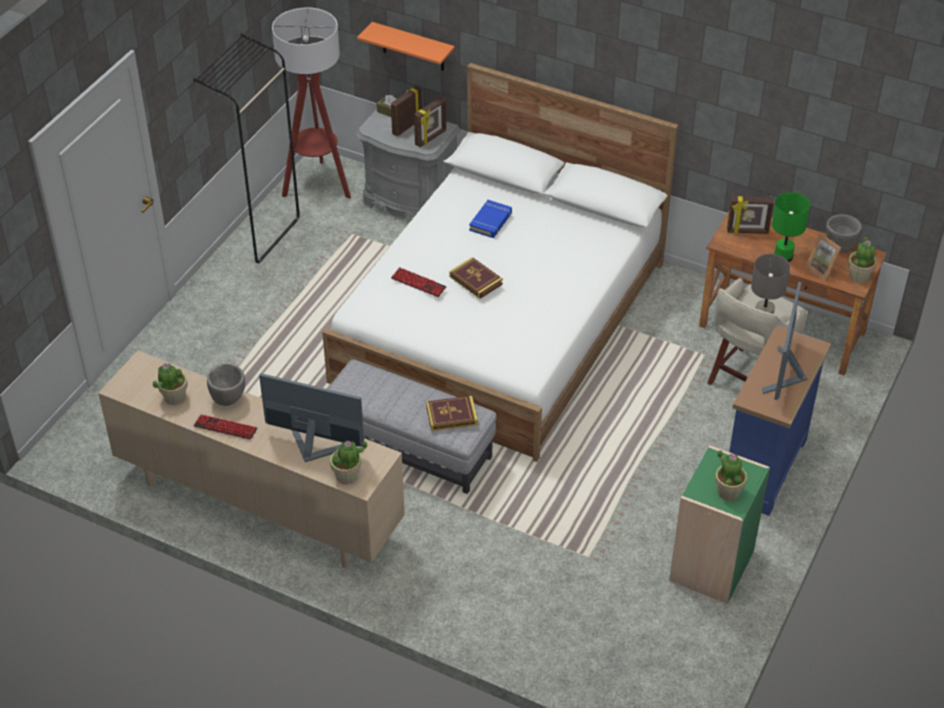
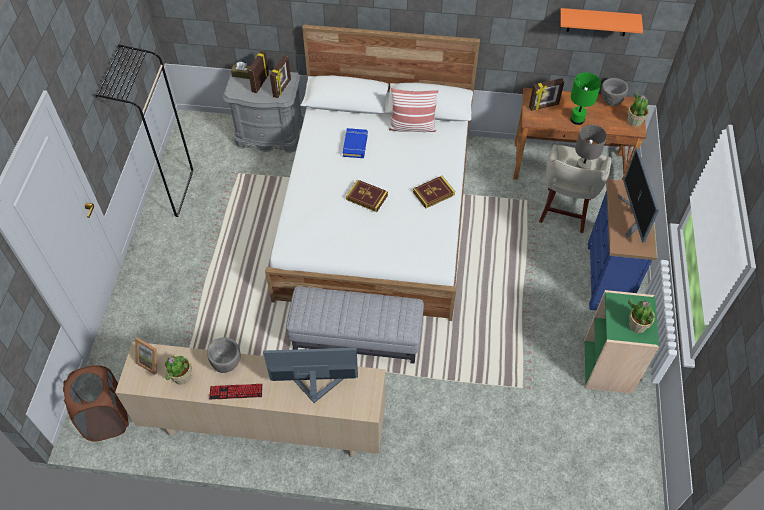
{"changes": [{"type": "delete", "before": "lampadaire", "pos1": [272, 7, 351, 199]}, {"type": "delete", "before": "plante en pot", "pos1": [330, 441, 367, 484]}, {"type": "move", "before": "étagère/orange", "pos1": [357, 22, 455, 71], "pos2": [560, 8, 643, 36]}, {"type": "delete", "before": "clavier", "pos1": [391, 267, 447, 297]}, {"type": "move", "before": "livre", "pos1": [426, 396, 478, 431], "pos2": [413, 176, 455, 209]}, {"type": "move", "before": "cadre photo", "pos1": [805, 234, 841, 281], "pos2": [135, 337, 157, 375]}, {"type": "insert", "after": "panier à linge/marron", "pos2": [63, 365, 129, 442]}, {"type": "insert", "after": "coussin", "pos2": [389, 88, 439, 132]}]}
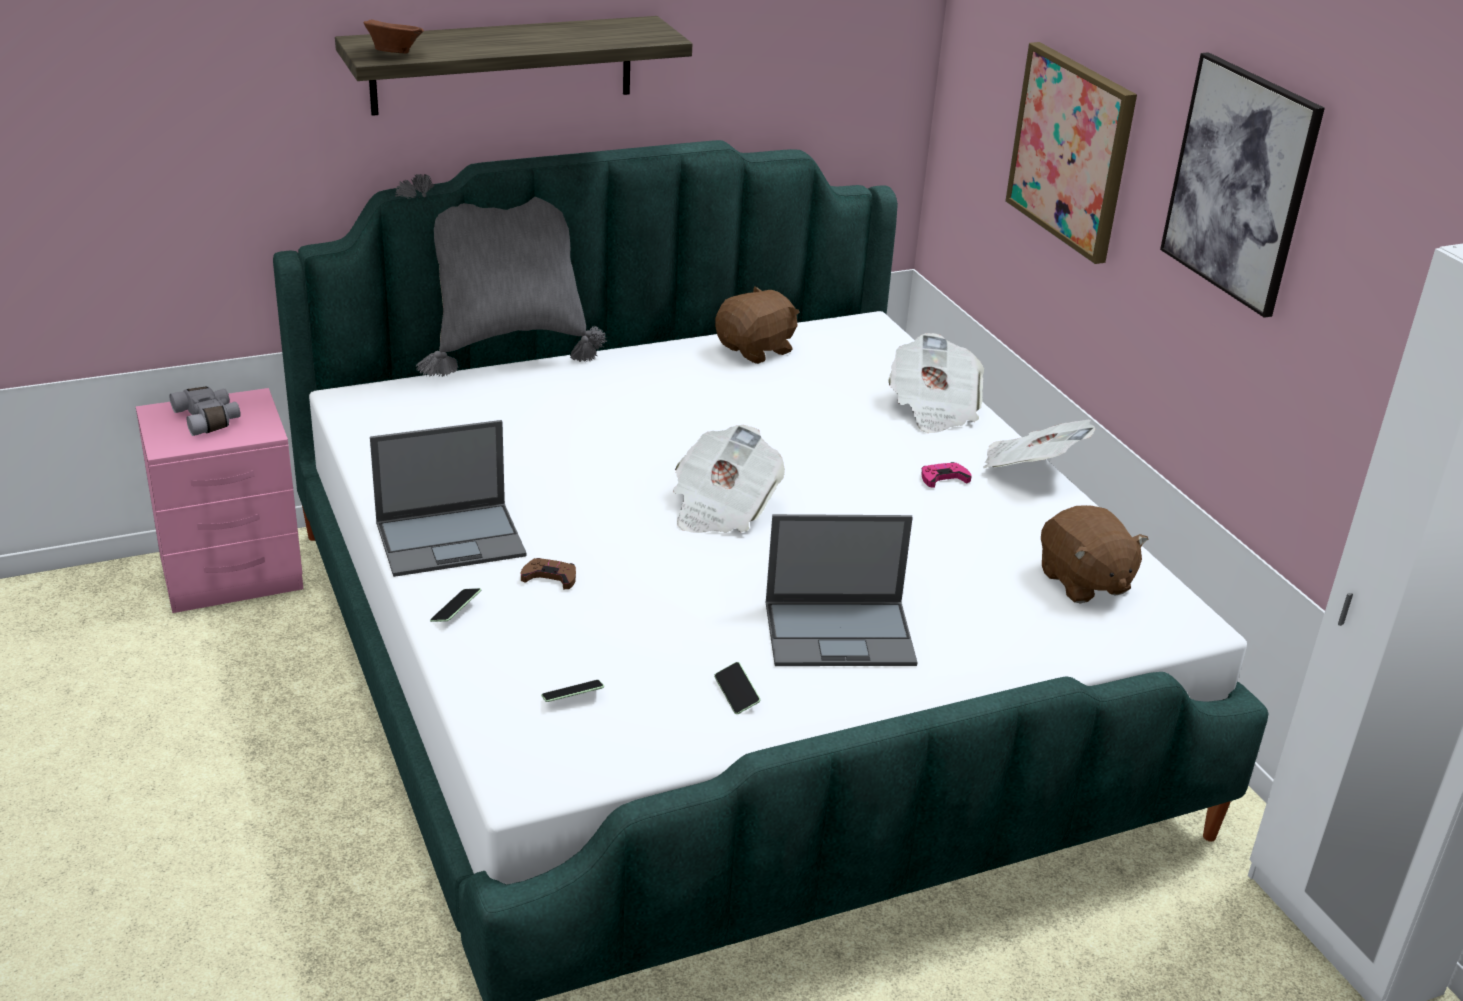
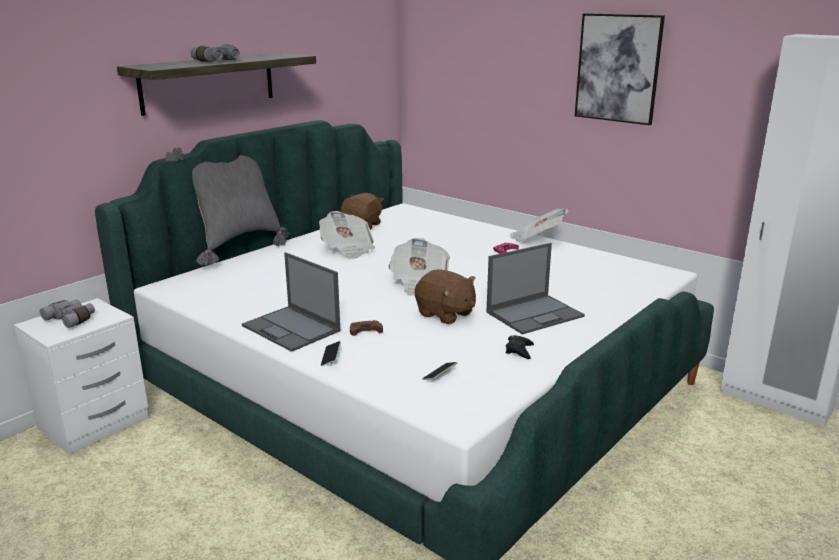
{"changes": [{"type": "recolor", "before": "table de chevet/rose", "after": "table de chevet/blanc", "pos1": [136, 388, 304, 613], "pos2": [14, 298, 149, 455]}, {"type": "delete", "before": "bol/marron", "pos1": [363, 20, 424, 54]}, {"type": "rotate", "before": "ordinateur portable", "pos1": [370, 420, 527, 577], "pos2": [242, 252, 341, 352], "turn": 90}, {"type": "replace", "before": "téléphone", "after": "manette/noir", "pos1": [714, 662, 760, 714], "pos2": [506, 335, 534, 359]}, {"type": "move", "before": "journal", "pos1": [888, 333, 984, 433], "pos2": [319, 211, 375, 259]}, {"type": "delete", "before": "tableau", "pos1": [1005, 42, 1137, 264]}, {"type": "move", "before": "peluche/marron", "pos1": [1041, 505, 1148, 604], "pos2": [415, 269, 476, 324]}, {"type": "insert", "after": "jumelles/gris", "pos2": [191, 44, 240, 62]}]}
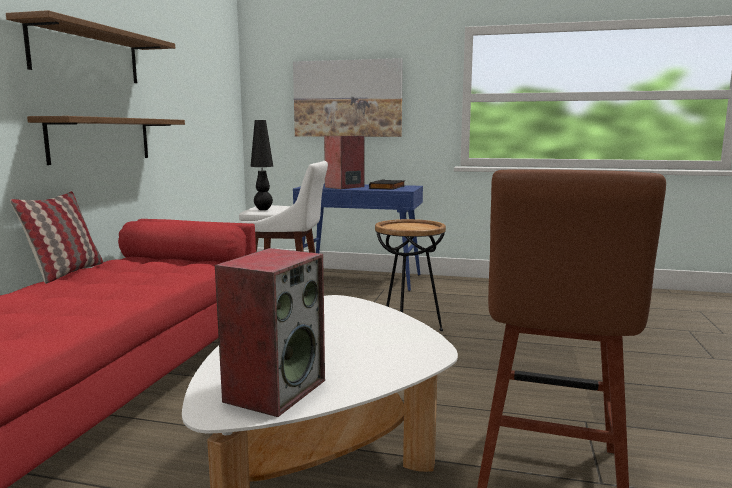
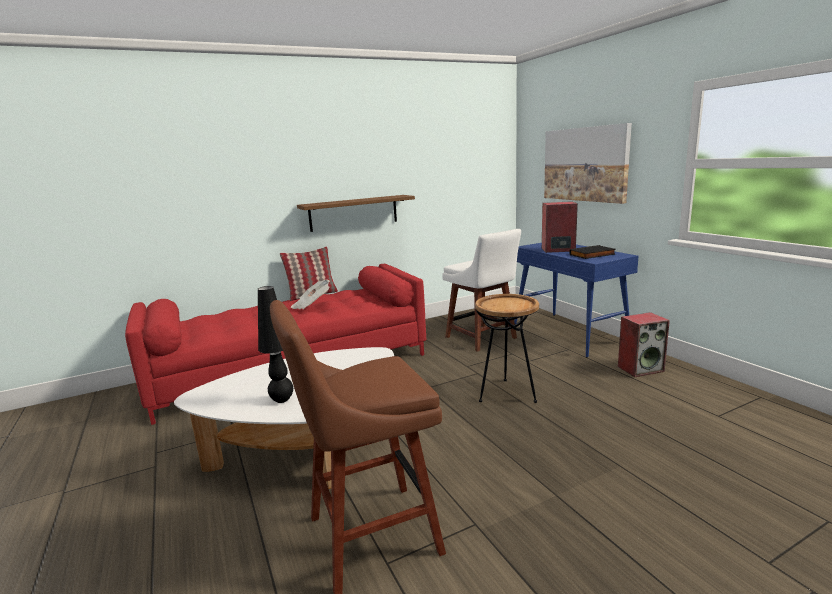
{"changes": [{"type": "delete", "before": "étagère", "pos1": [6, 10, 175, 83]}, {"type": "move", "before": "enceinte", "pos1": [215, 248, 325, 417], "pos2": [618, 312, 670, 377]}, {"type": "move", "before": "lampe de table/noir", "pos1": [250, 120, 273, 210], "pos2": [258, 286, 293, 403]}, {"type": "insert", "after": "journal", "pos2": [291, 280, 330, 309]}]}
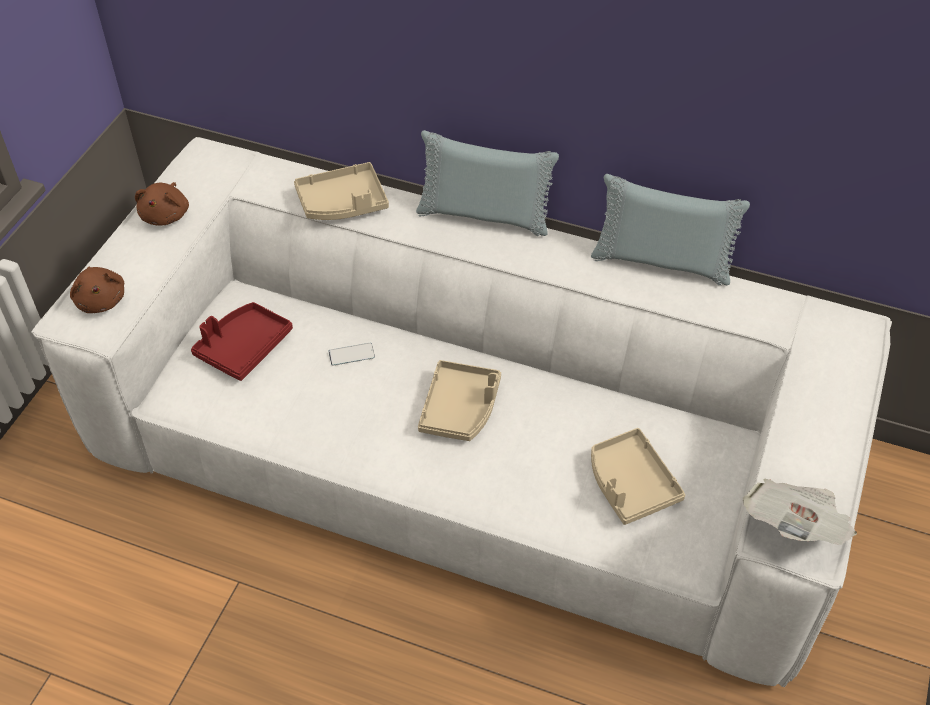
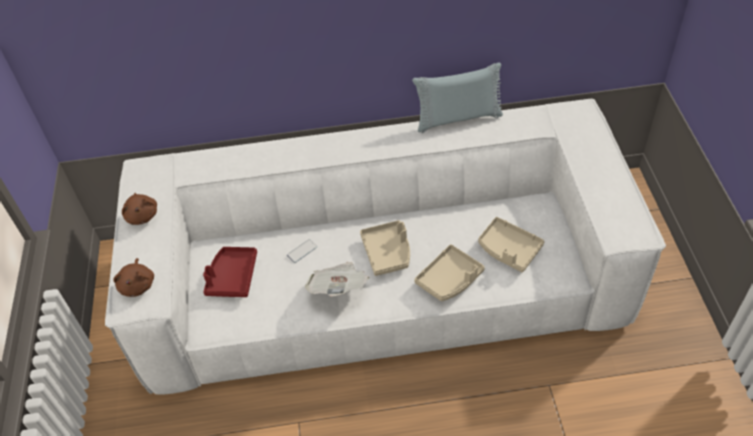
{"changes": [{"type": "rotate", "before": "peluche/marron", "pos1": [70, 266, 124, 313], "pos2": [113, 258, 154, 297], "turn": 45}, {"type": "move", "before": "plateau/beige", "pos1": [294, 162, 389, 220], "pos2": [414, 244, 485, 301]}, {"type": "delete", "before": "coussin/bleu", "pos1": [416, 130, 559, 236]}, {"type": "move", "before": "journal", "pos1": [743, 478, 857, 545], "pos2": [305, 262, 369, 297]}]}
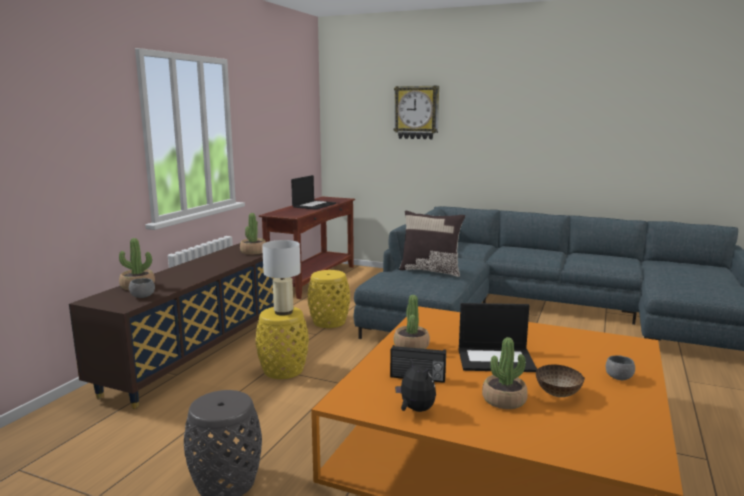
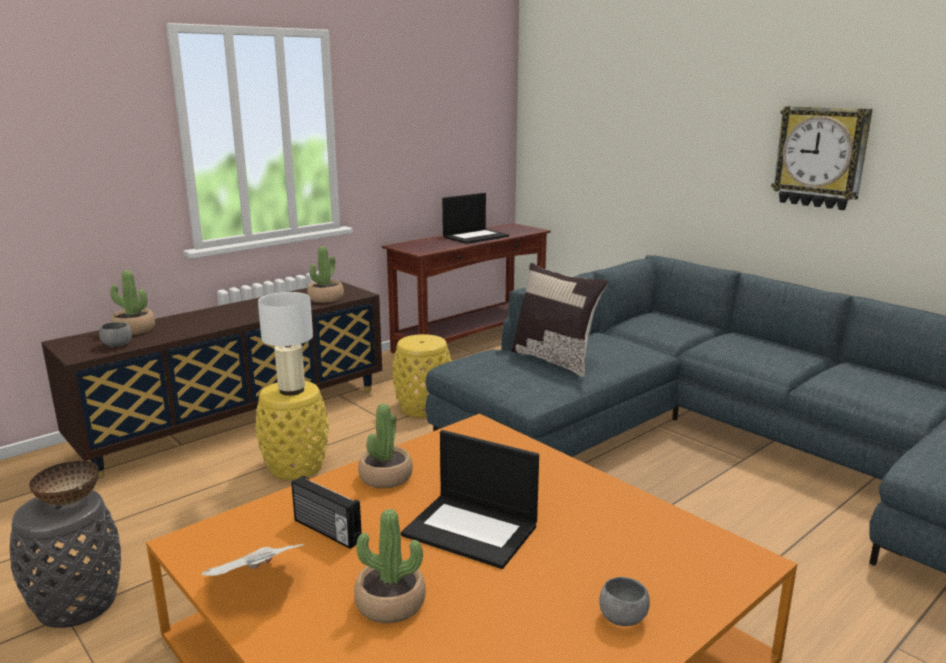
{"changes": [{"type": "move", "before": "horloge murale", "pos1": [394, 86, 439, 139], "pos2": [771, 106, 873, 210]}, {"type": "replace", "before": "peluche", "after": "journal", "pos1": [395, 359, 436, 412], "pos2": [201, 544, 305, 576]}, {"type": "move", "before": "bol", "pos1": [536, 364, 585, 397], "pos2": [29, 461, 99, 506]}]}
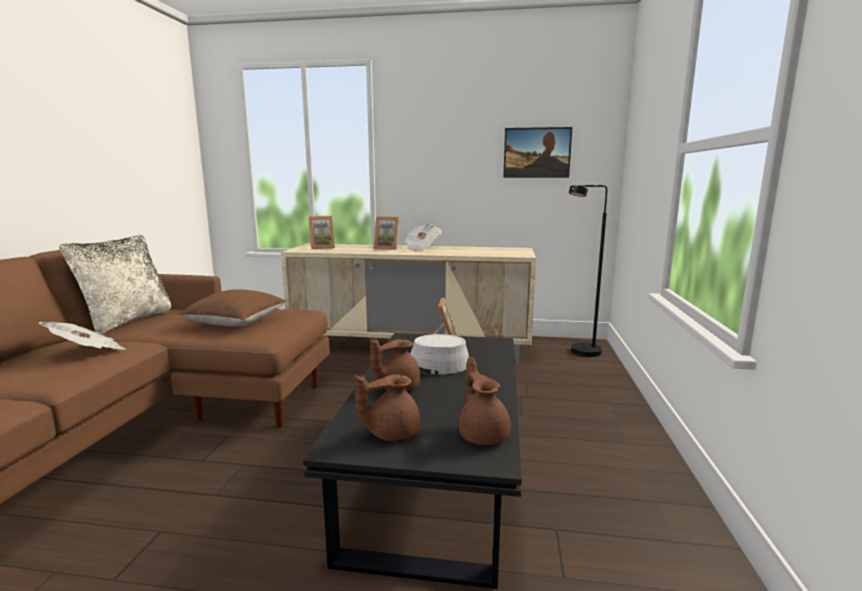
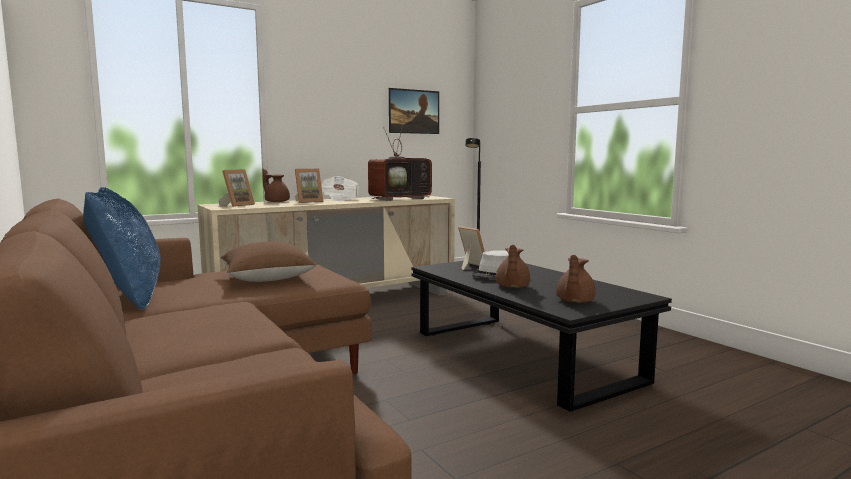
{"changes": [{"type": "delete", "before": "journal", "pos1": [38, 322, 125, 349]}, {"type": "recolor", "before": "coussin/beige", "after": "coussin/bleu", "pos1": [59, 235, 171, 334], "pos2": [83, 187, 161, 310]}, {"type": "move", "before": "théière/marron", "pos1": [458, 357, 511, 445], "pos2": [263, 169, 290, 202]}, {"type": "insert", "after": "téléviseur", "pos2": [368, 124, 432, 201]}]}
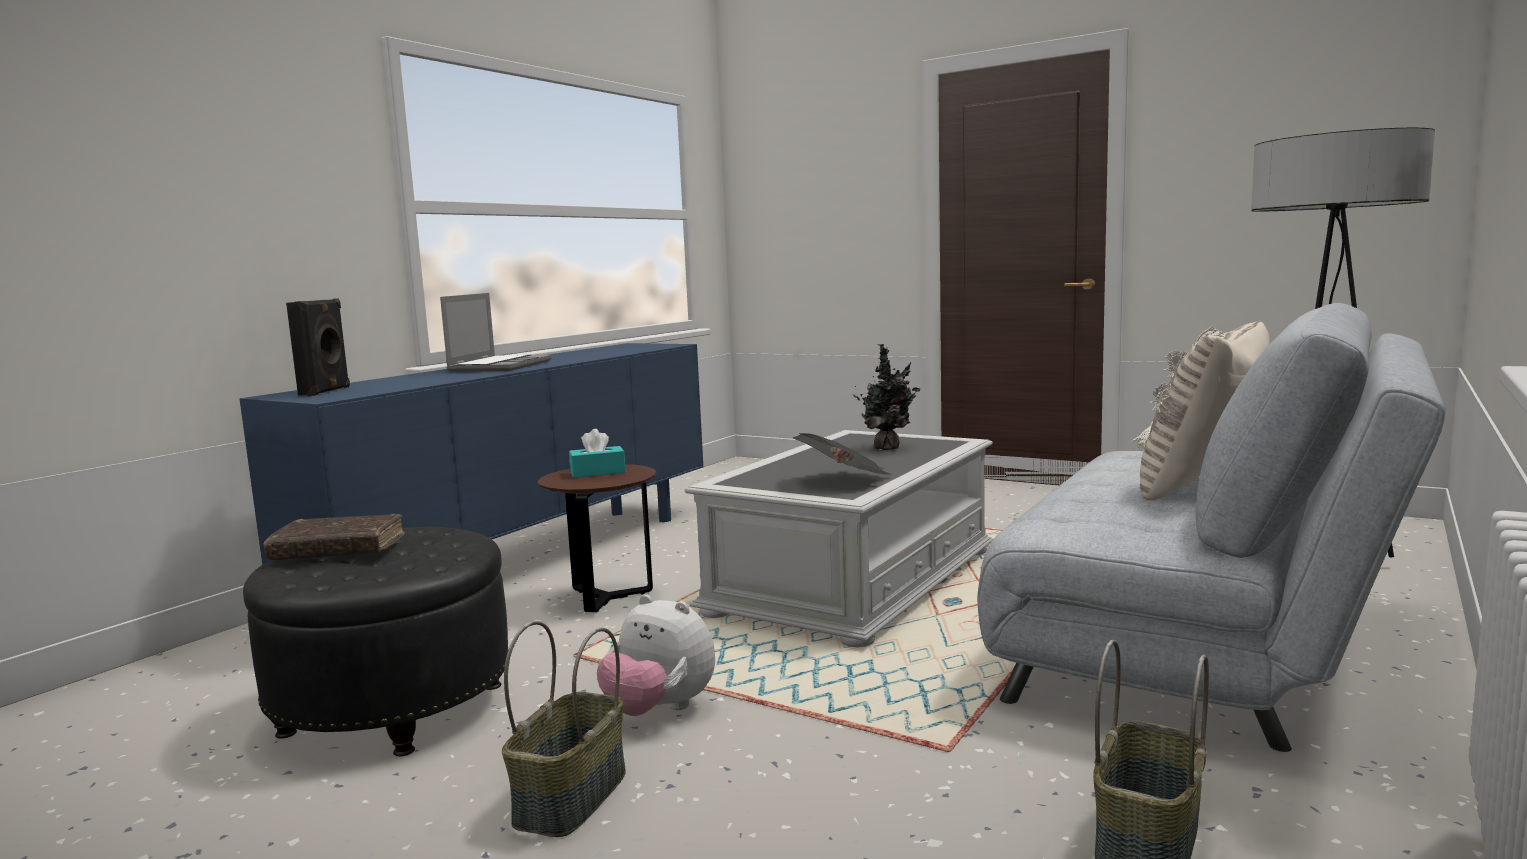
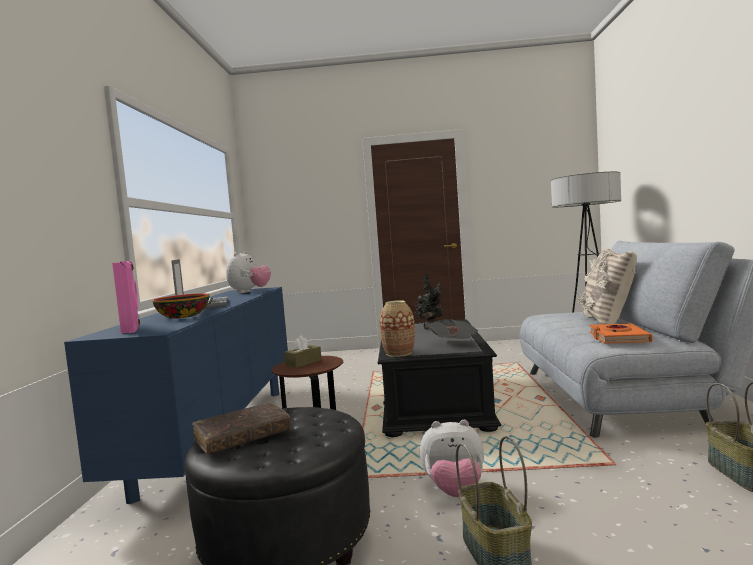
{"changes": [{"type": "recolor", "before": "enceinte/noir", "after": "enceinte/rose", "pos1": [286, 298, 350, 396], "pos2": [112, 261, 140, 333]}, {"type": "recolor", "before": "boîte à mouchoirs/turquoise", "after": "boîte à mouchoirs/marron", "pos1": [569, 429, 626, 478], "pos2": [284, 335, 322, 368]}, {"type": "recolor", "before": "table basse/blanc", "after": "table basse/noir", "pos1": [684, 430, 993, 647], "pos2": [378, 319, 502, 437]}, {"type": "insert", "after": "bol", "pos2": [152, 293, 210, 319]}, {"type": "insert", "after": "peluche", "pos2": [226, 251, 271, 294]}, {"type": "insert", "after": "vase", "pos2": [379, 300, 415, 357]}, {"type": "insert", "after": "livre/orange", "pos2": [589, 324, 653, 344]}]}
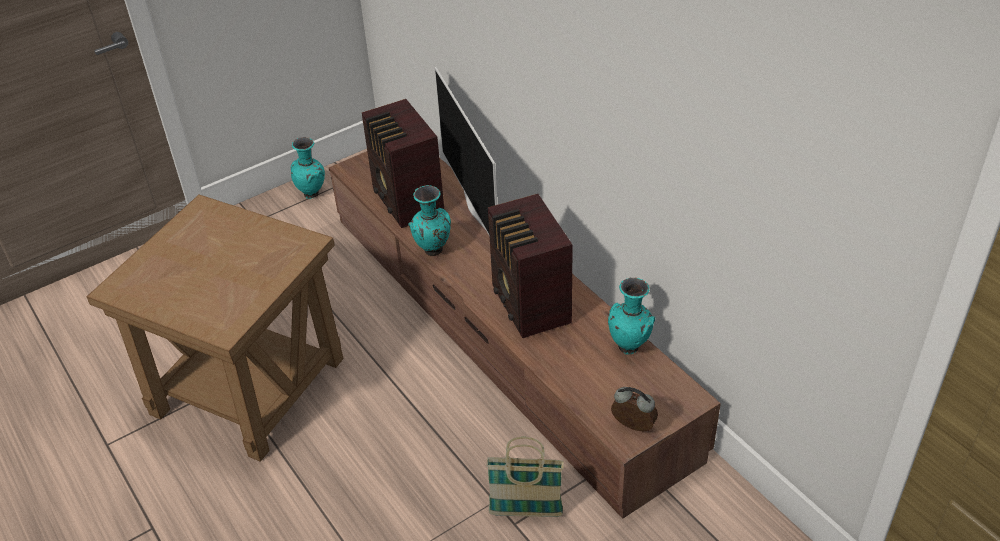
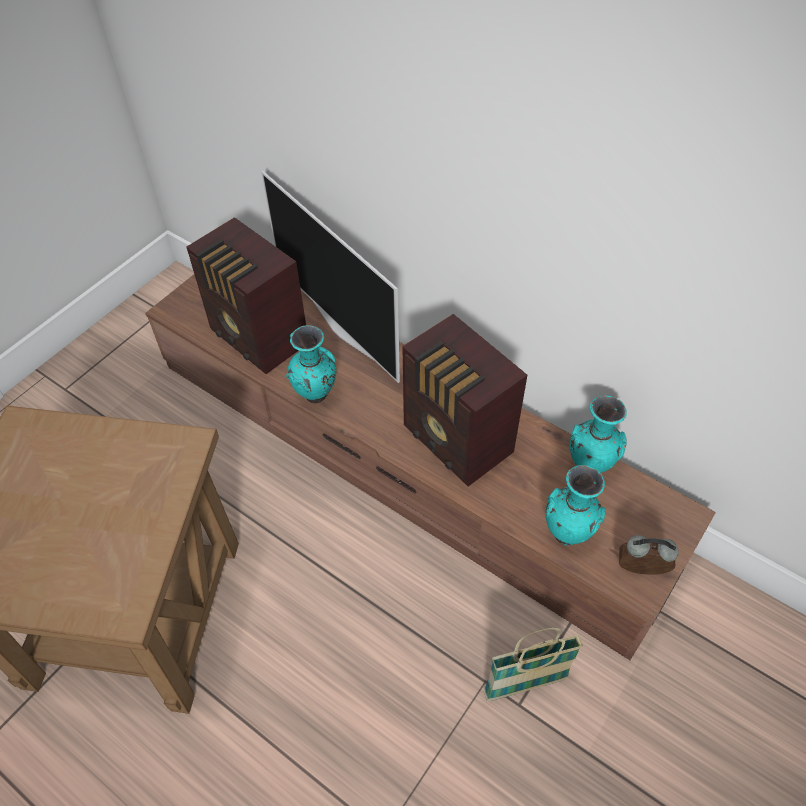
{"changes": [{"type": "move", "before": "vase/turquoise", "pos1": [291, 137, 325, 199], "pos2": [545, 465, 605, 546]}]}
